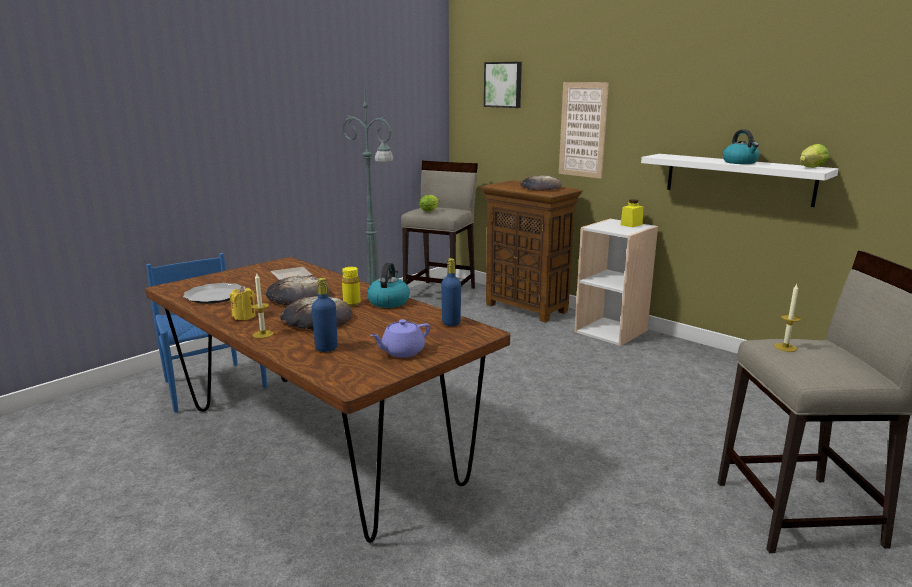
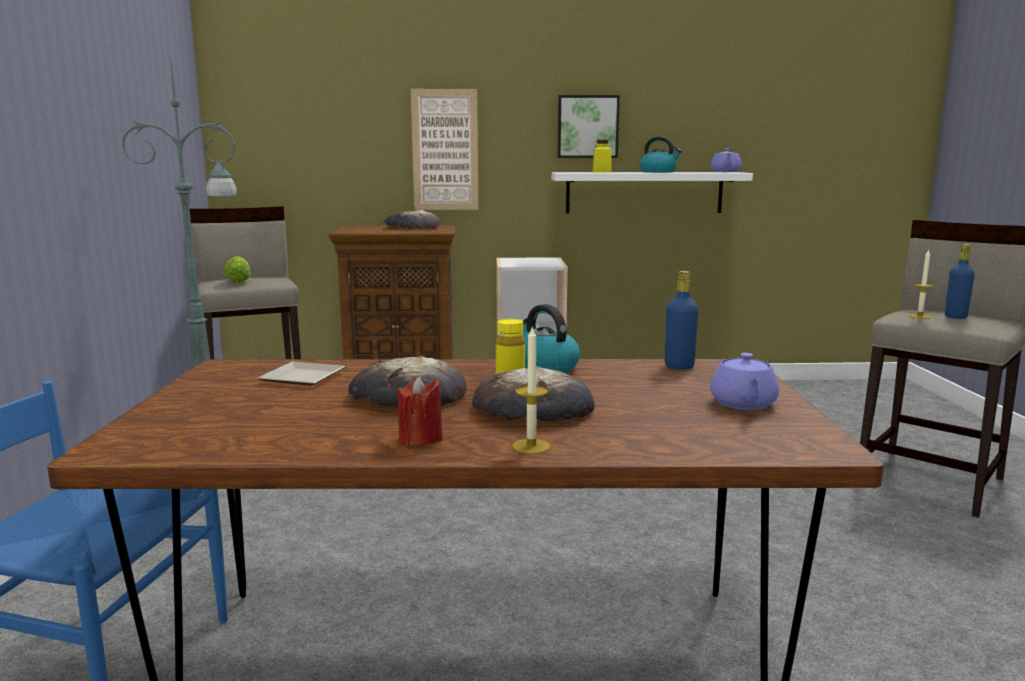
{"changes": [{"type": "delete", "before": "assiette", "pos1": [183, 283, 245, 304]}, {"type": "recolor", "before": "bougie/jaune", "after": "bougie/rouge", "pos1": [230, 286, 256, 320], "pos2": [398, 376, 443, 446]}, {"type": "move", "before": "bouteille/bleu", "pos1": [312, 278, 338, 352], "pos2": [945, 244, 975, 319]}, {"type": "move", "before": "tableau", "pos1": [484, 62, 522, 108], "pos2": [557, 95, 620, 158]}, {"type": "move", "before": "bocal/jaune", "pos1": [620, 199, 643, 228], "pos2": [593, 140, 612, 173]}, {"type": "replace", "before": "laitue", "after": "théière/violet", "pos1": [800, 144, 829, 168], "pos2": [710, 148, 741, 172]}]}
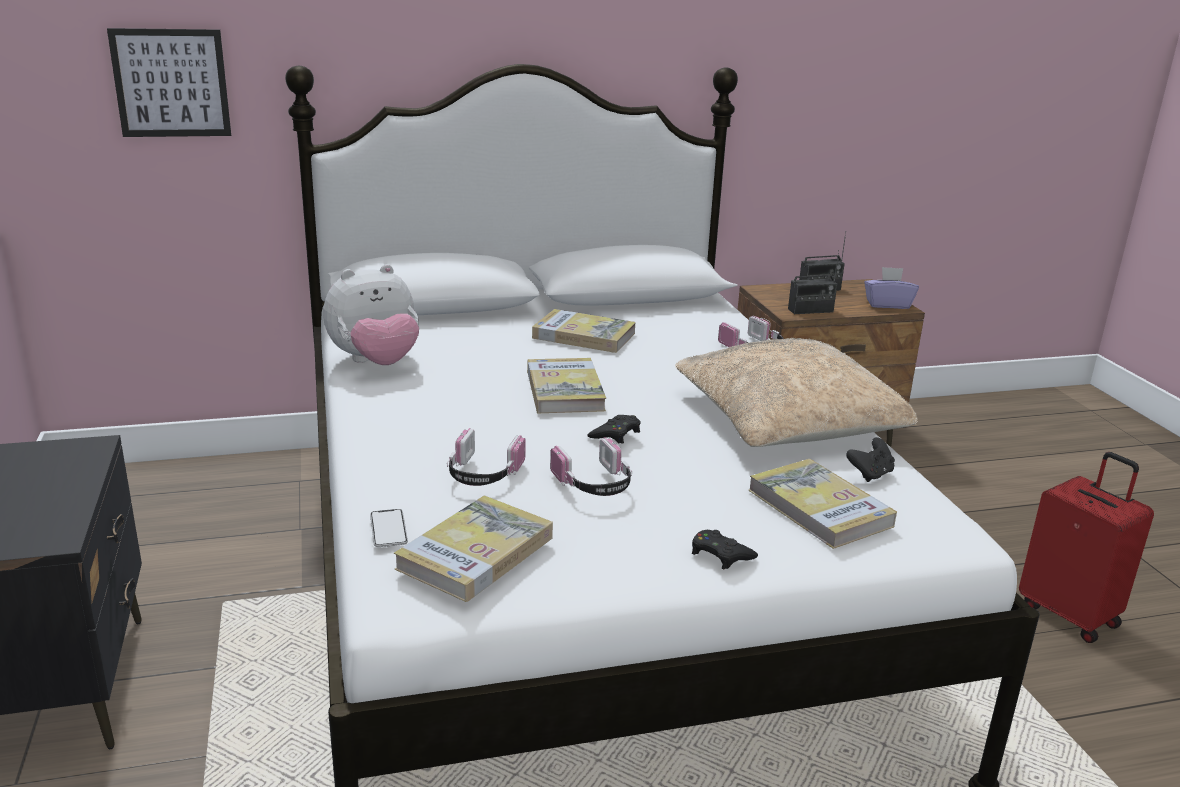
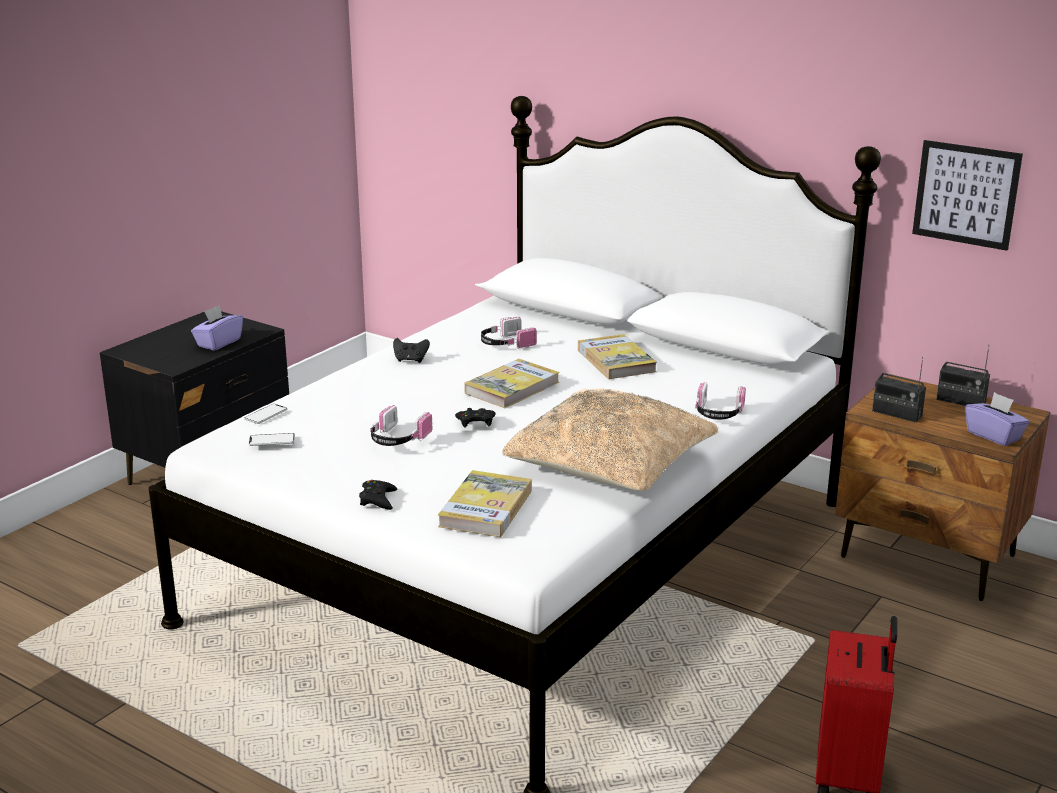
{"changes": [{"type": "move", "before": "tableau", "pos1": [107, 28, 231, 137], "pos2": [912, 140, 1023, 251]}, {"type": "delete", "before": "peluche", "pos1": [323, 264, 419, 365]}, {"type": "replace", "before": "livre", "after": "téléphone", "pos1": [394, 495, 553, 602], "pos2": [249, 433, 295, 446]}, {"type": "move", "before": "casque audio", "pos1": [447, 428, 526, 486], "pos2": [481, 317, 537, 349]}, {"type": "move", "before": "manette/noir", "pos1": [846, 438, 895, 482], "pos2": [393, 338, 430, 363]}, {"type": "insert", "after": "boîte à mouchoirs/violet", "pos2": [191, 305, 243, 351]}]}
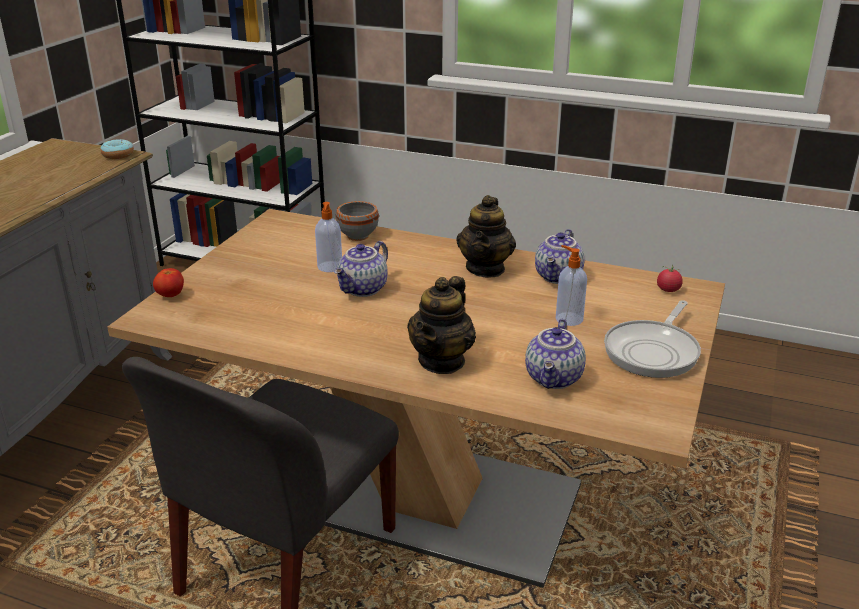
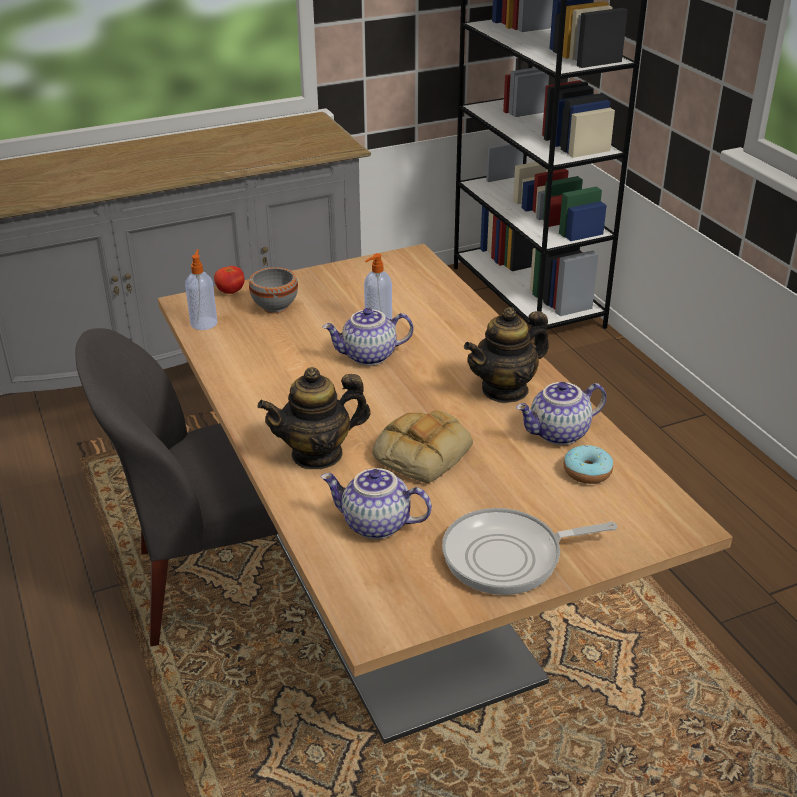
{"changes": [{"type": "move", "before": "beignet", "pos1": [100, 139, 134, 159], "pos2": [564, 445, 613, 484]}, {"type": "move", "before": "bol/gris", "pos1": [336, 201, 379, 241], "pos2": [249, 267, 298, 314]}, {"type": "rotate", "before": "théière", "pos1": [525, 319, 586, 389], "pos2": [321, 468, 432, 539], "turn": 45}, {"type": "move", "before": "distributeur de savon", "pos1": [556, 245, 587, 326], "pos2": [185, 249, 218, 330]}, {"type": "delete", "before": "tomate", "pos1": [657, 264, 683, 292]}, {"type": "insert", "after": "pain", "pos2": [372, 410, 473, 483]}]}
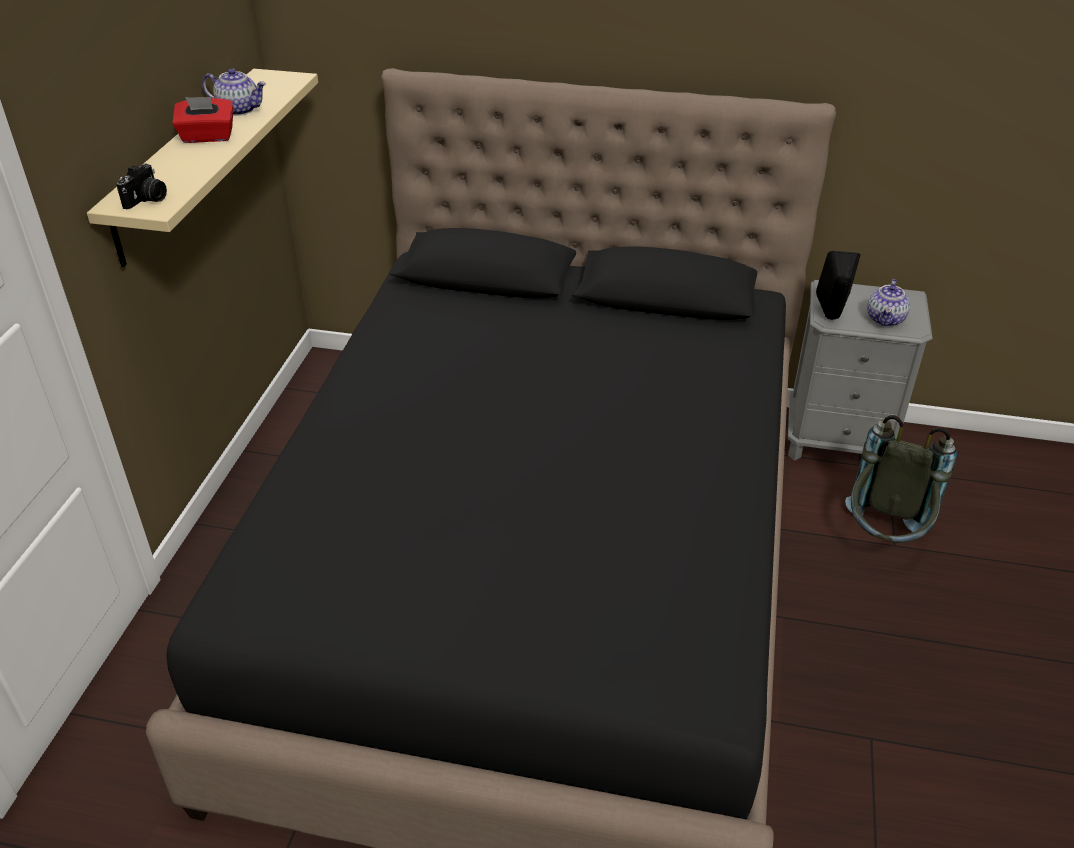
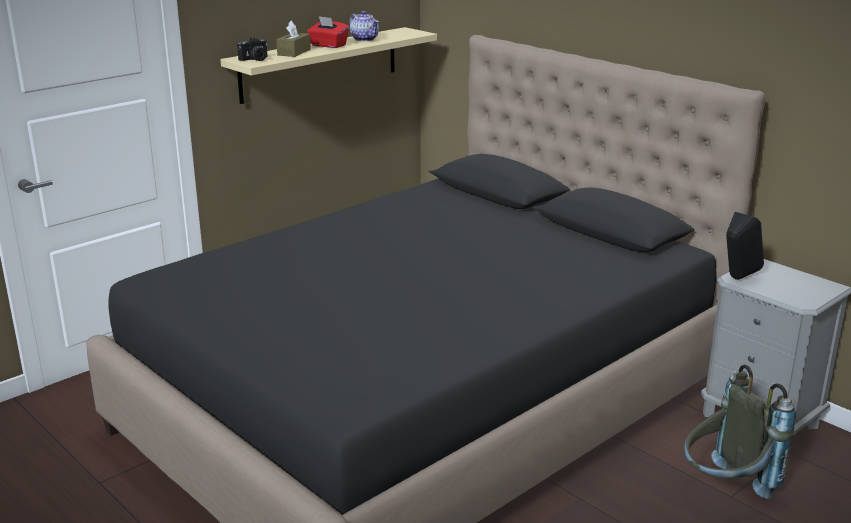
{"changes": [{"type": "delete", "before": "théière", "pos1": [867, 279, 910, 327]}, {"type": "insert", "after": "boîte à mouchoirs/marron", "pos2": [276, 20, 311, 57]}]}
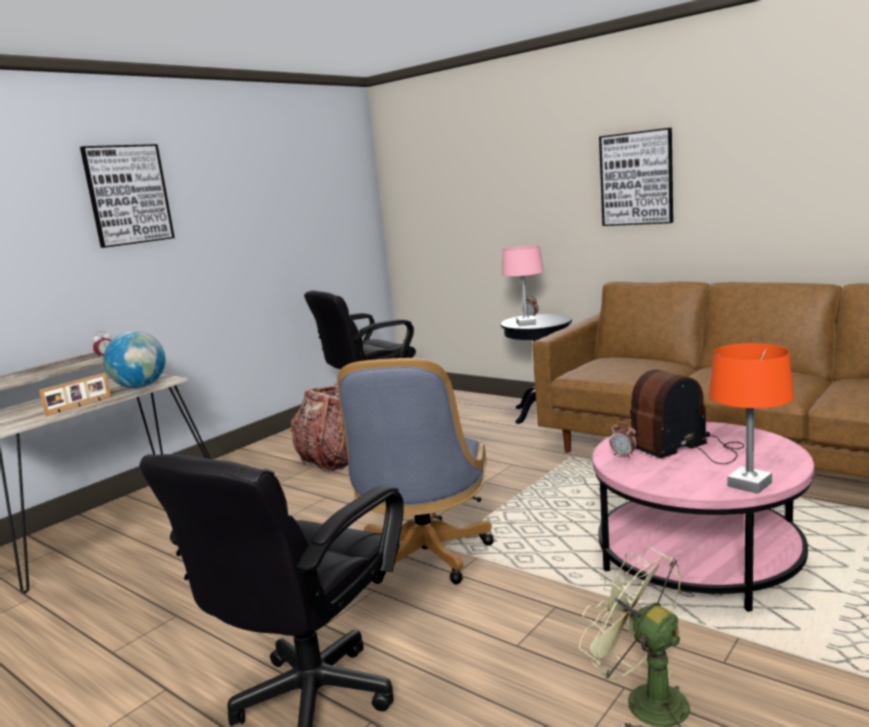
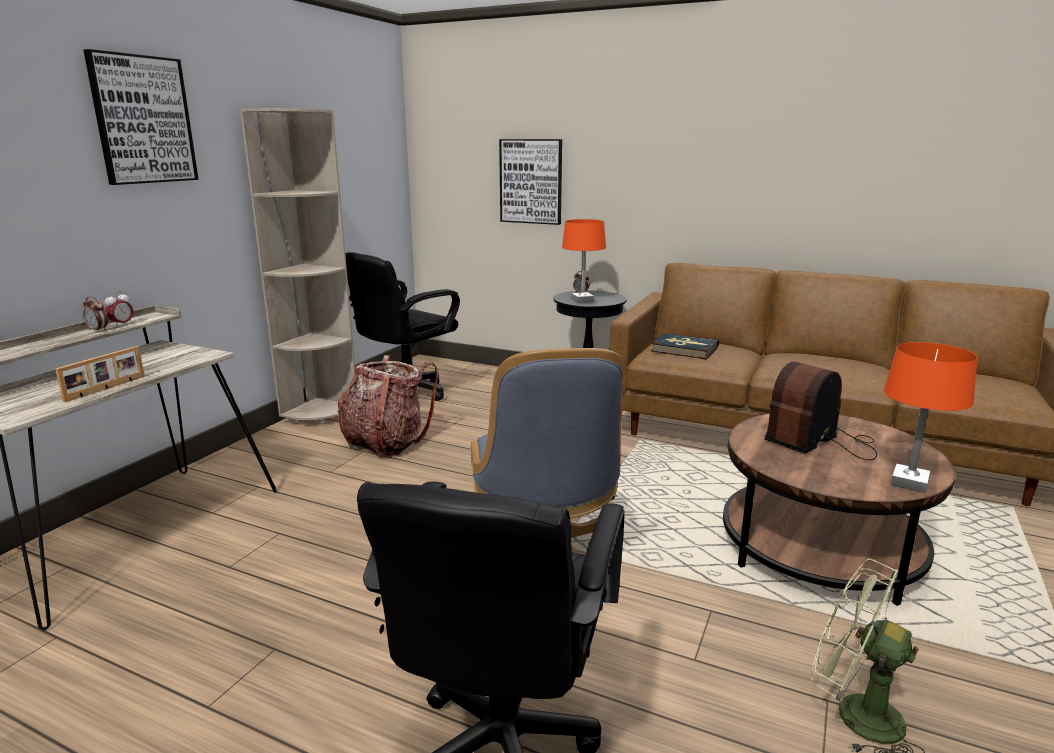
{"changes": [{"type": "delete", "before": "globe", "pos1": [104, 331, 166, 388]}, {"type": "recolor", "before": "lampe de table/rose", "after": "lampe de table/orange", "pos1": [502, 246, 544, 326], "pos2": [562, 219, 606, 303]}, {"type": "recolor", "before": "table basse/rose", "after": "table basse/marron", "pos1": [592, 422, 814, 612], "pos2": [723, 413, 956, 606]}, {"type": "move", "before": "tableau", "pos1": [599, 128, 673, 226], "pos2": [499, 139, 562, 225]}, {"type": "move", "before": "réveil", "pos1": [610, 421, 637, 458], "pos2": [82, 296, 108, 332]}, {"type": "insert", "after": "bibliothèque/beige", "pos2": [240, 108, 355, 424]}, {"type": "insert", "after": "livre", "pos2": [651, 333, 719, 359]}]}
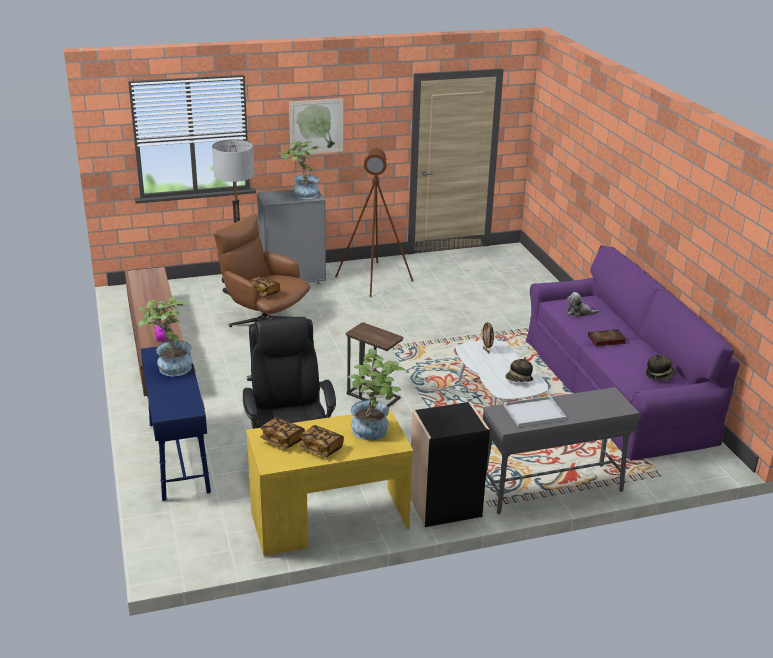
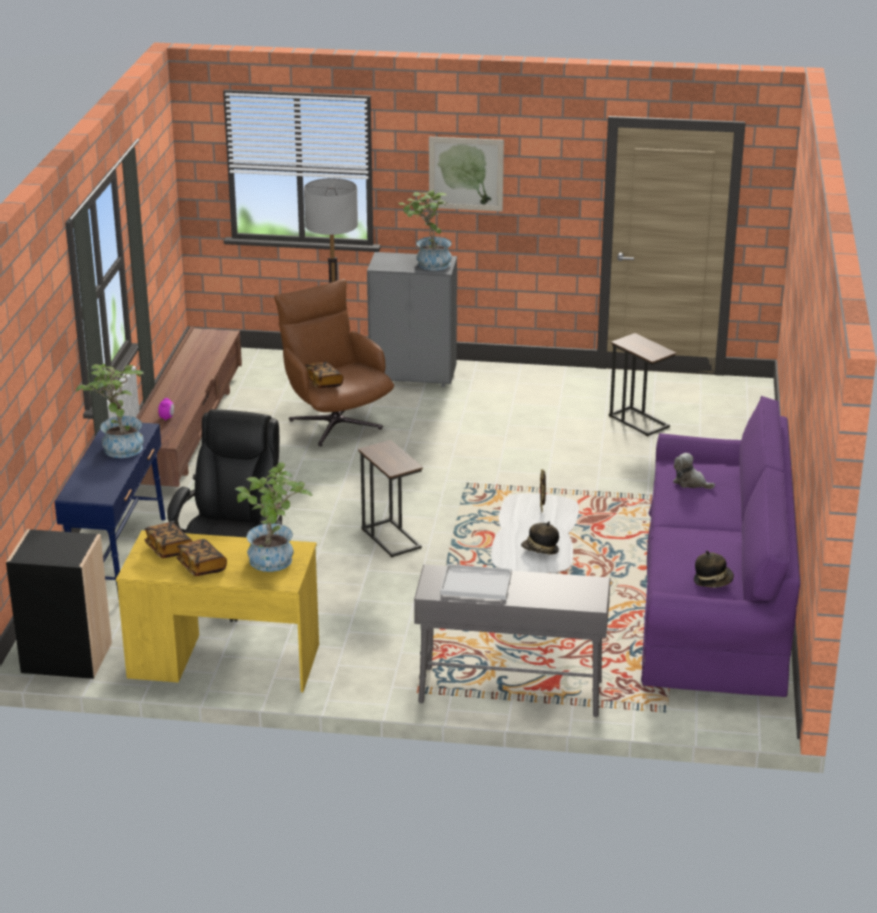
{"changes": [{"type": "delete", "before": "lampadaire/marron", "pos1": [335, 148, 414, 297]}, {"type": "move", "before": "bibliothèque/noir", "pos1": [411, 402, 490, 527], "pos2": [6, 529, 112, 679]}, {"type": "delete", "before": "livre", "pos1": [588, 329, 626, 346]}, {"type": "insert", "after": "table d'appoint/marron", "pos2": [609, 333, 676, 436]}]}
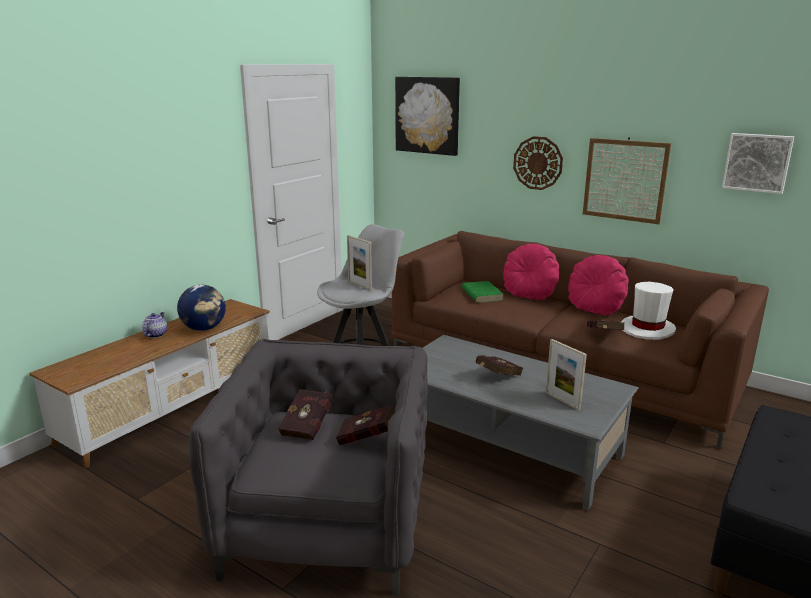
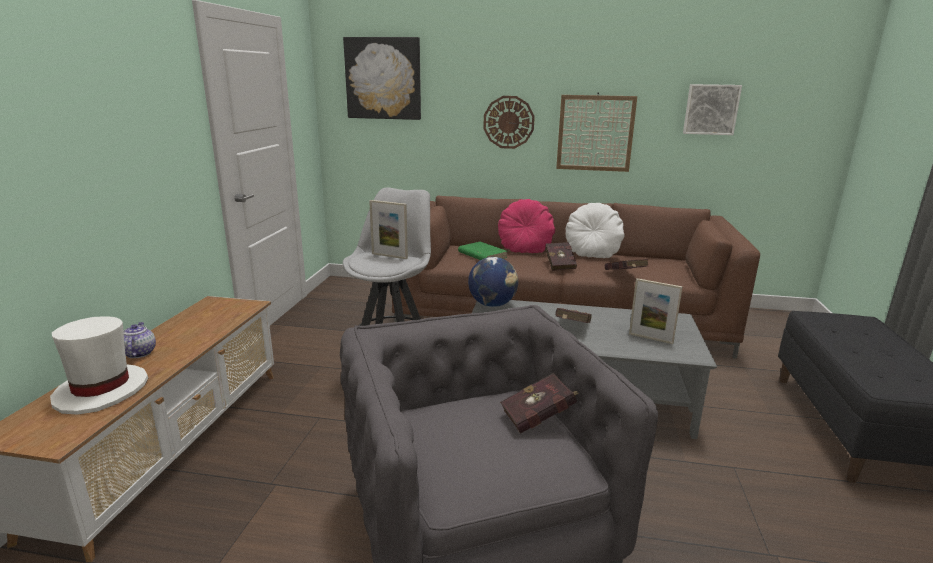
{"changes": [{"type": "move", "before": "globe", "pos1": [177, 285, 226, 331], "pos2": [468, 257, 518, 307]}, {"type": "move", "before": "livre/rouge", "pos1": [278, 389, 333, 440], "pos2": [545, 242, 577, 271]}, {"type": "recolor", "before": "coussin/rose", "after": "coussin/blanc", "pos1": [568, 255, 629, 316], "pos2": [566, 203, 625, 258]}, {"type": "move", "before": "chapeau/blanc", "pos1": [621, 282, 676, 340], "pos2": [50, 316, 148, 415]}]}
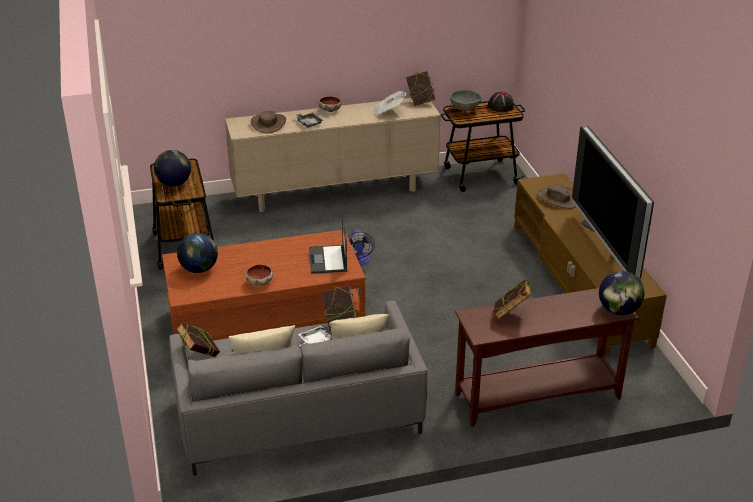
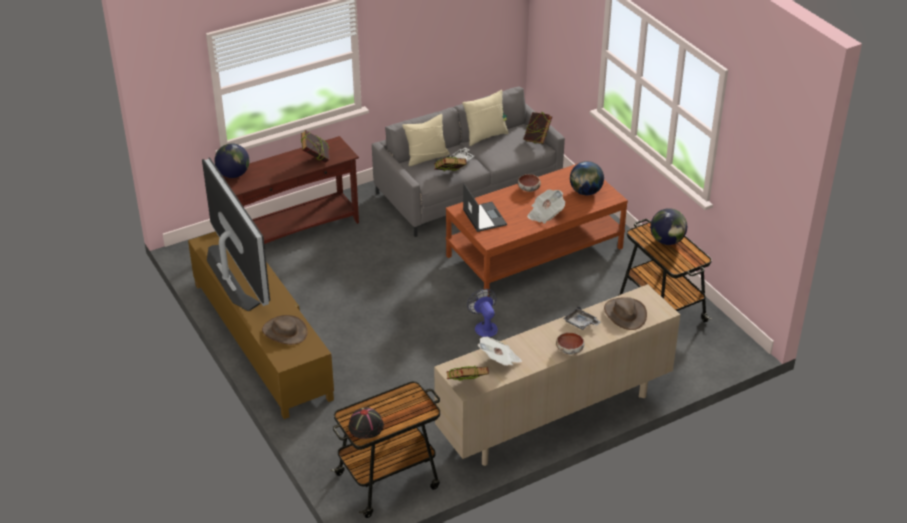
{"changes": [{"type": "delete", "before": "bol/gris", "pos1": [450, 90, 482, 111]}, {"type": "insert", "after": "journal", "pos2": [527, 190, 565, 224]}]}
